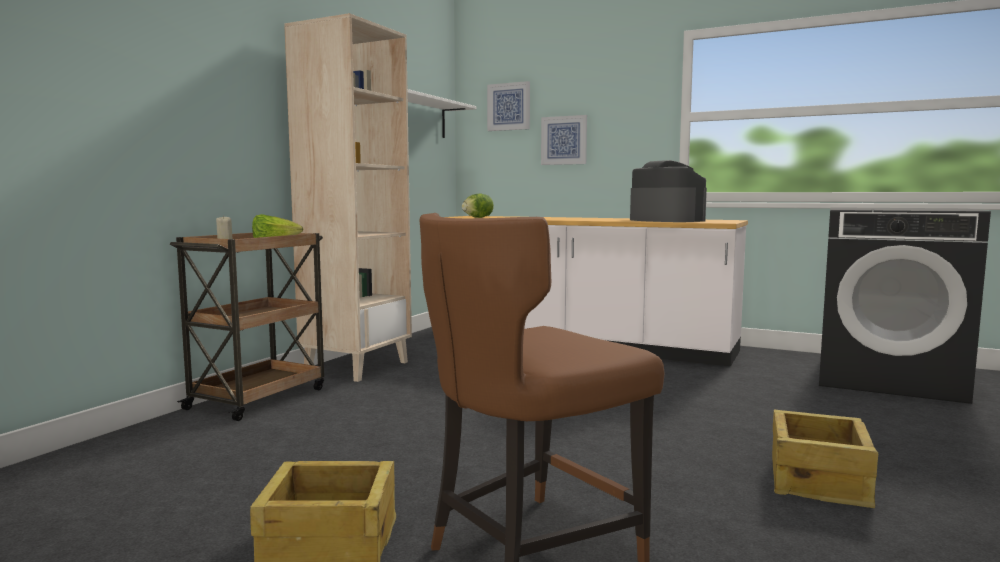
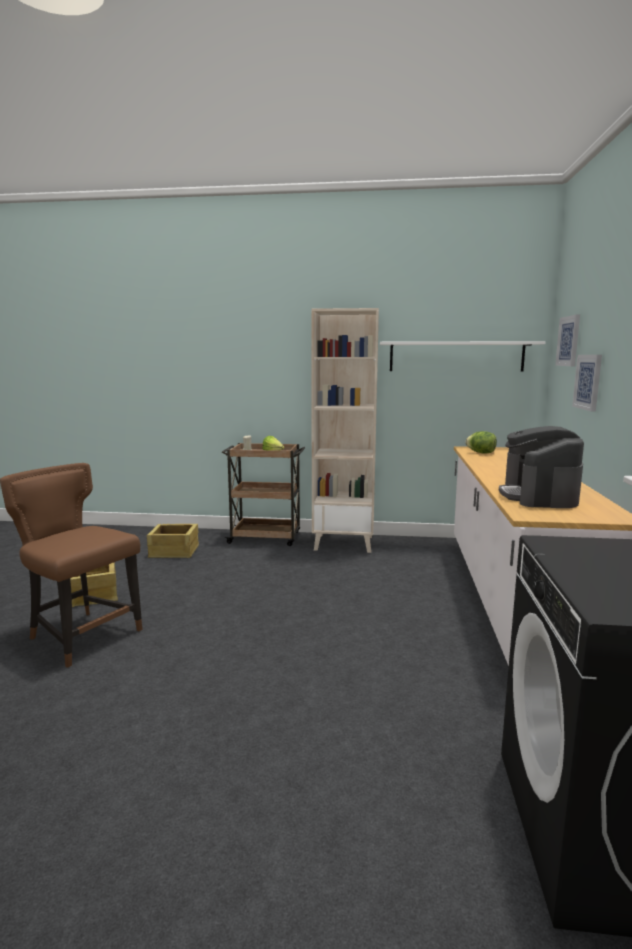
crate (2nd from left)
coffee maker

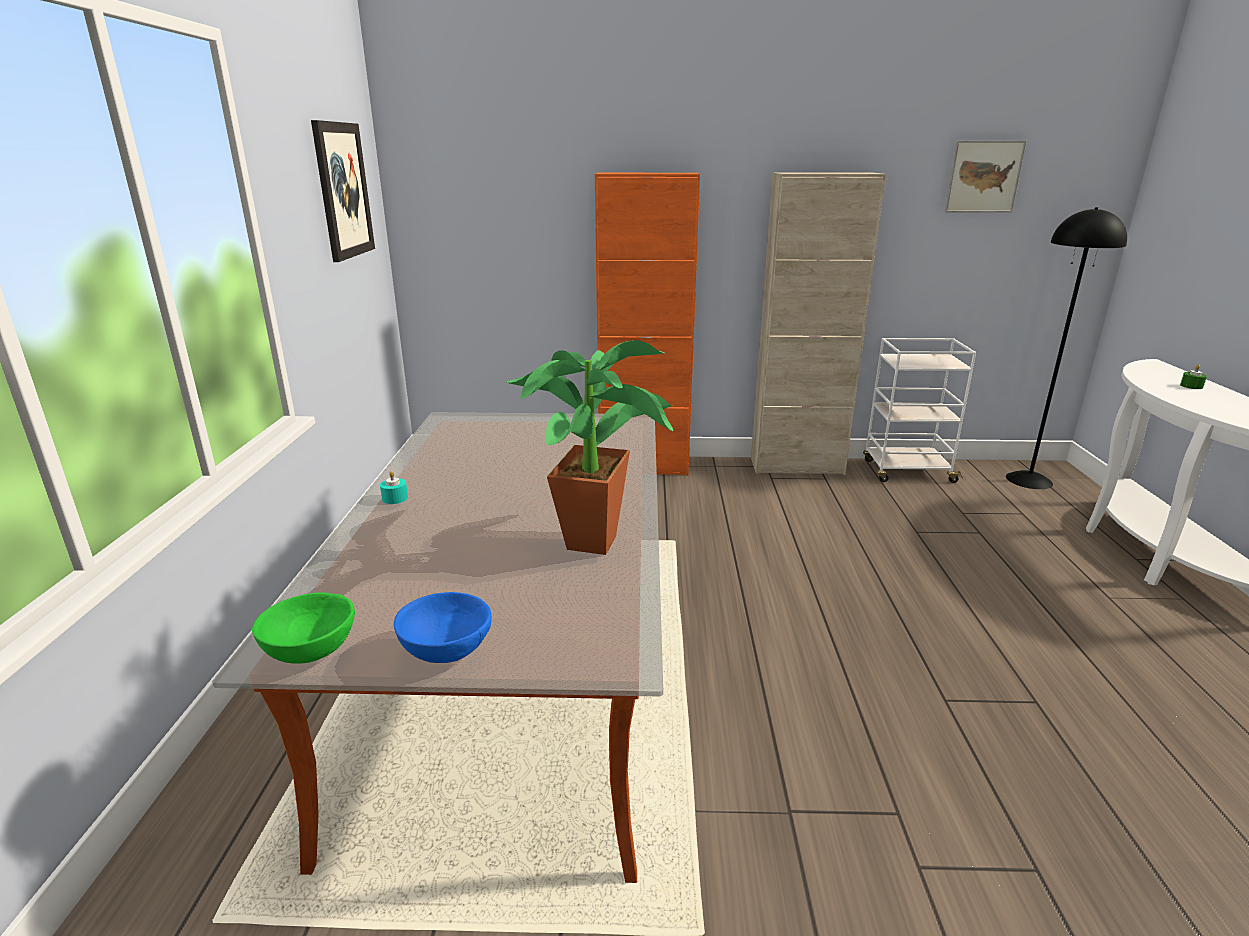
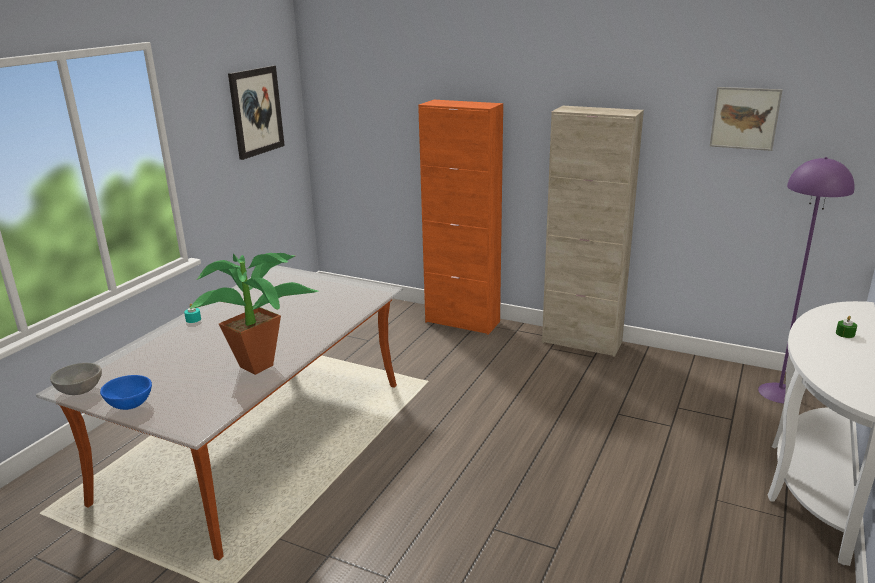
bowl/grey
standing lamp/purple-coloured
trolley/white

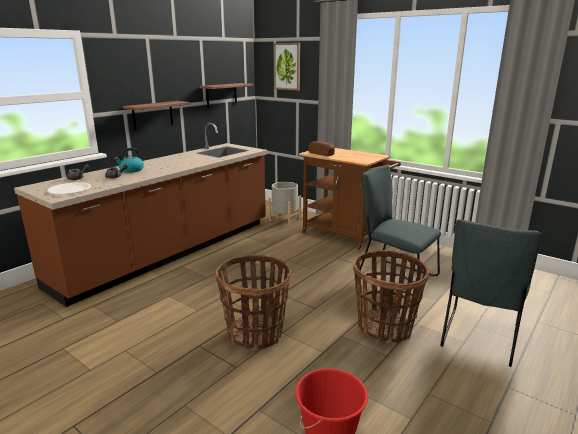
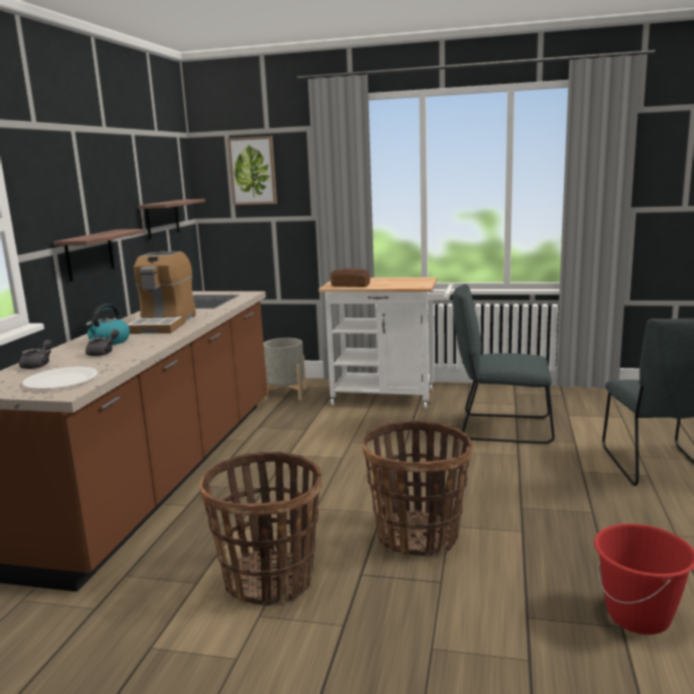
coffee maker
basket (1st from left)
trolley/white

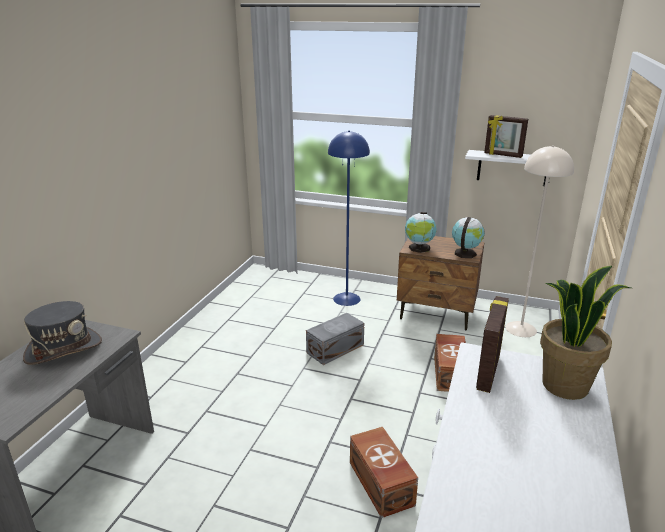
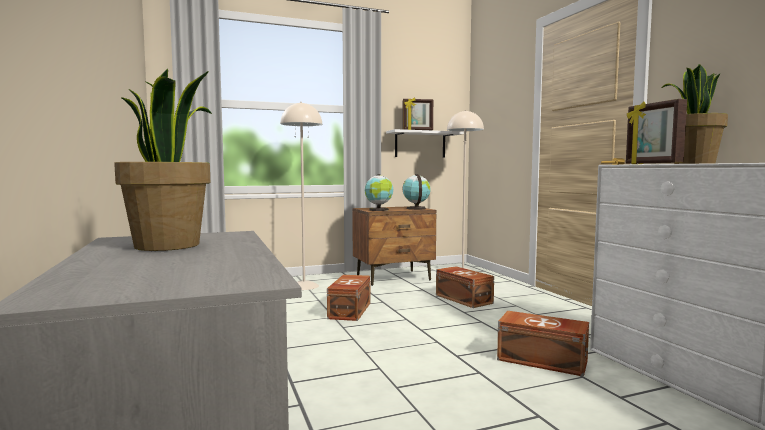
houseplant (1st from left)
standing lamp/beige-coloured (1st from left)
storage box/brown (1st from left)

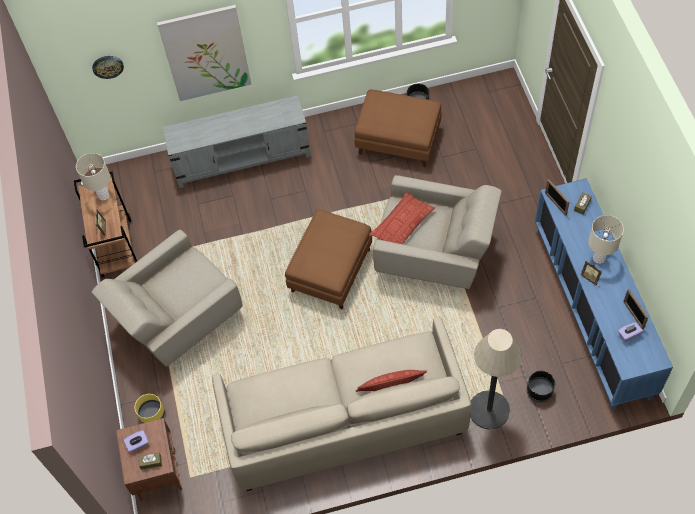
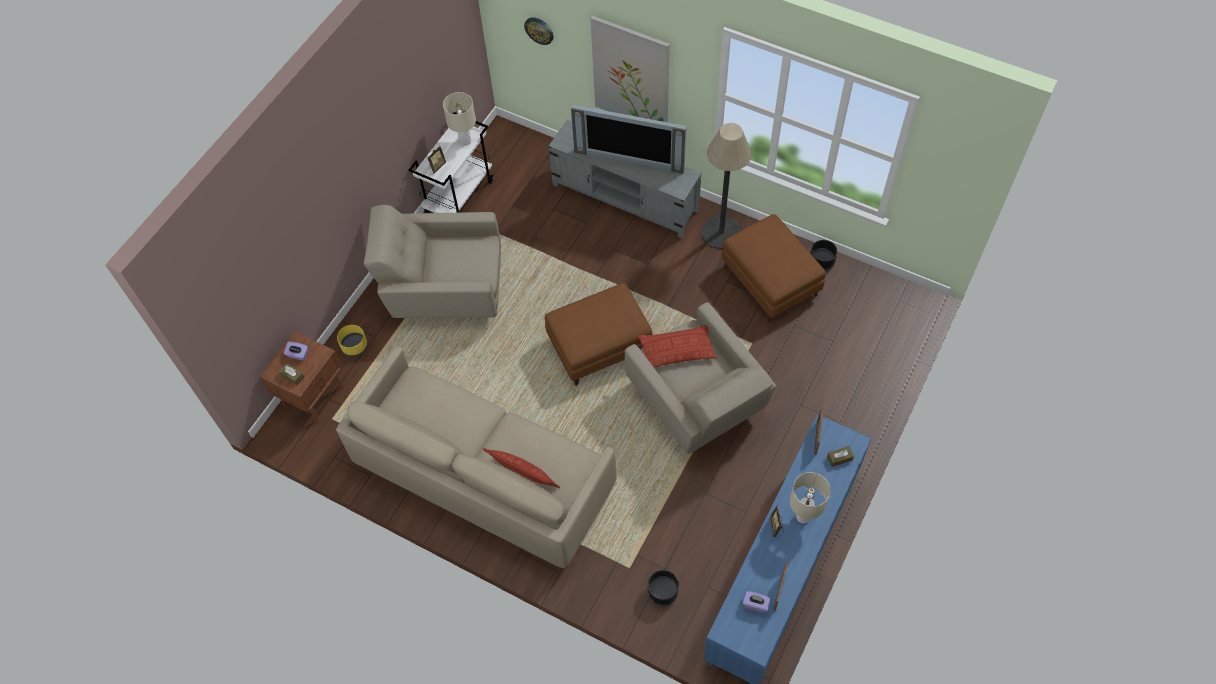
trolley/white
TV set
standing lamp

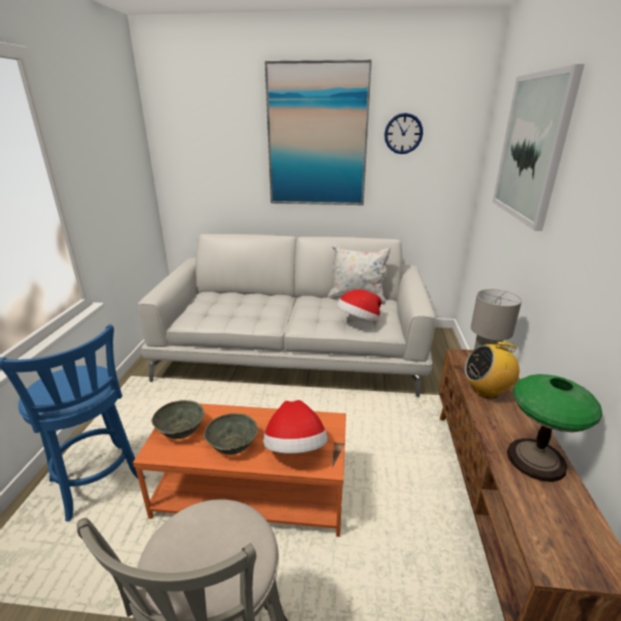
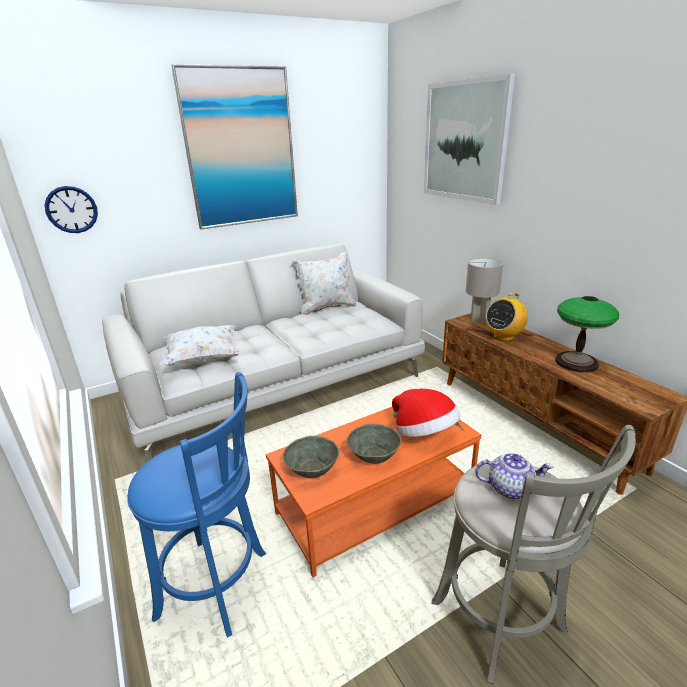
clock on the wall
throw pillow/white (1st from left)
teapot
hat (2nd from left in the first image)

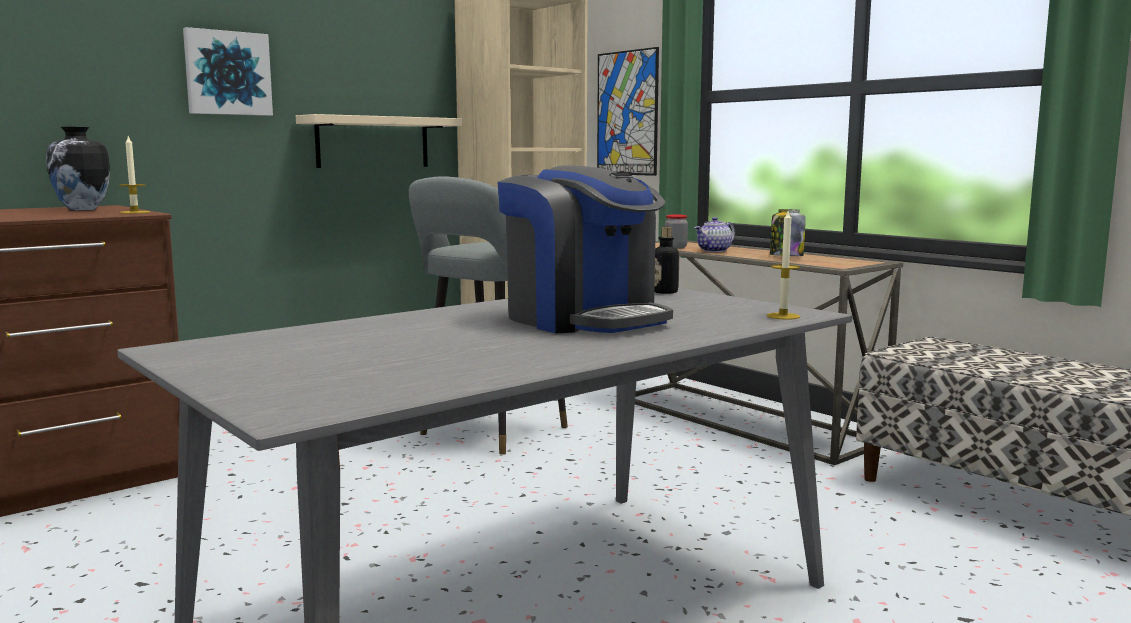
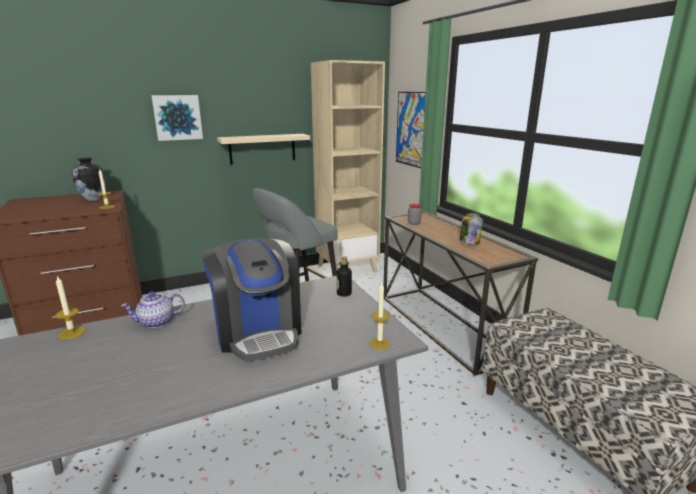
wax light (1st from left)
teapot

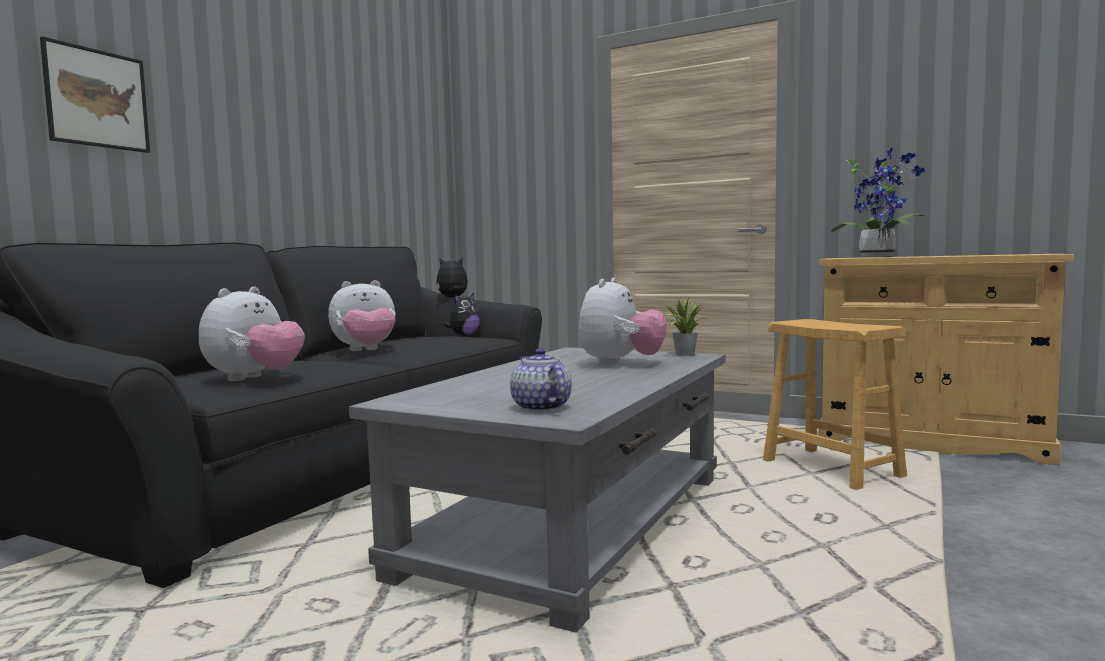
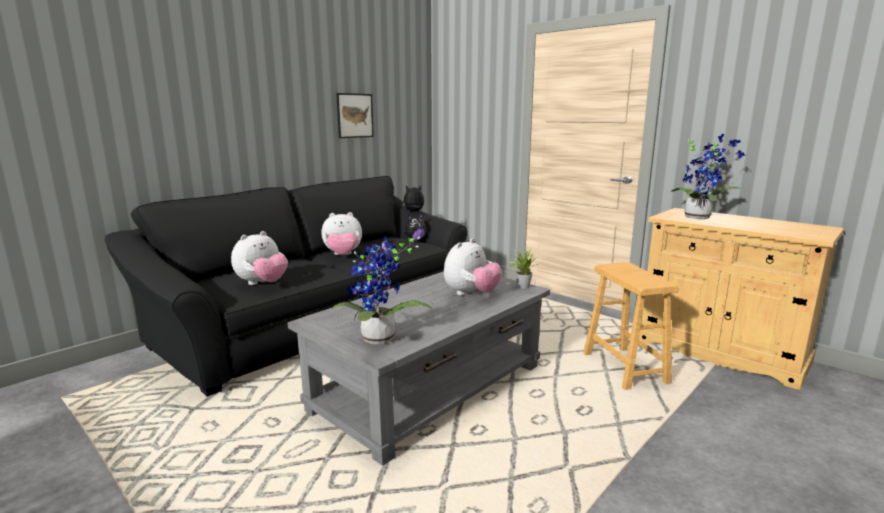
houseplant (1st from left)
picture

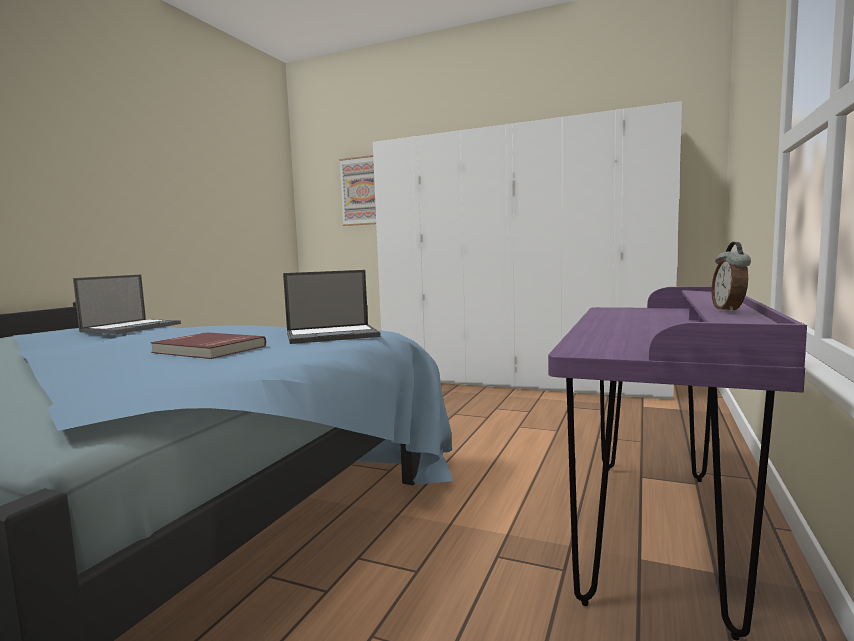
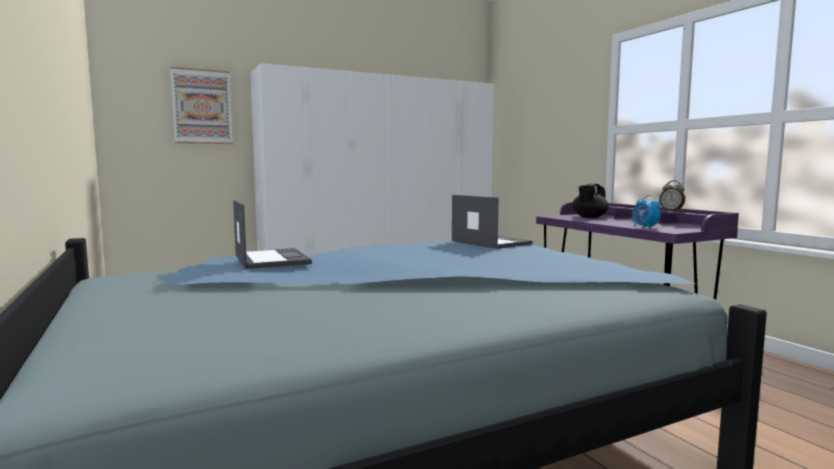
portable computer (2nd from left)
teapot/blackish
bedside clock (1st from left)
book/red-coloured

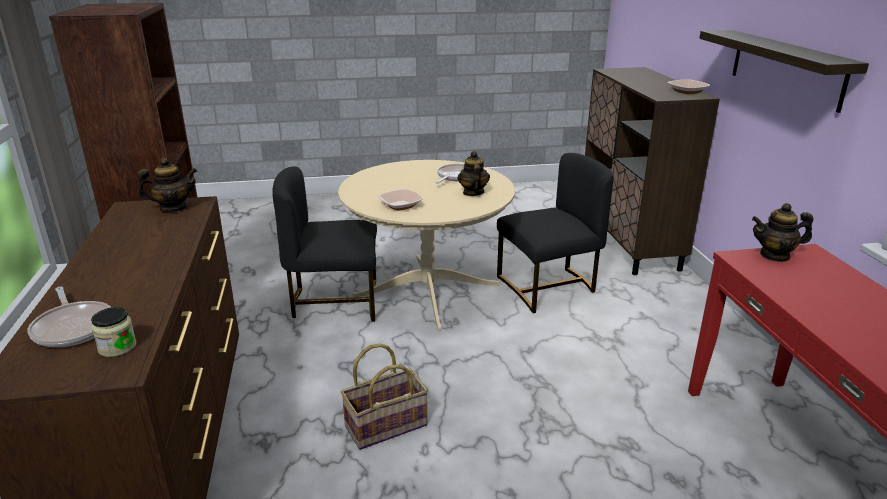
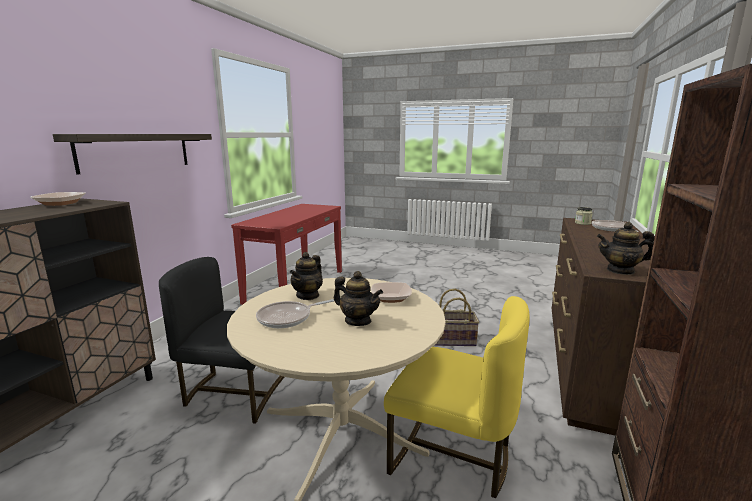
teapot (2nd from left)
upright chair/yellowish

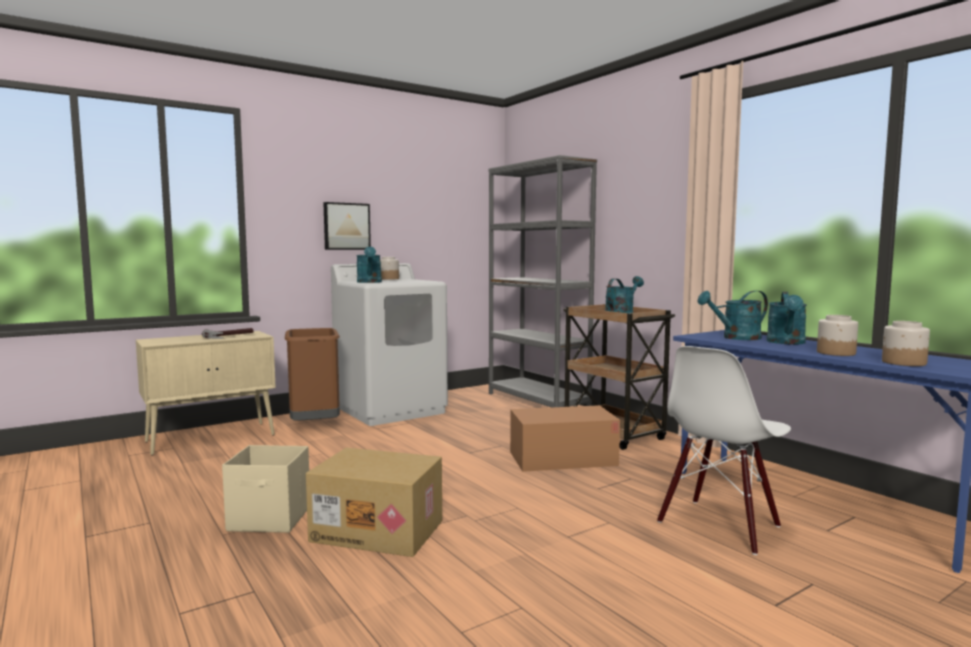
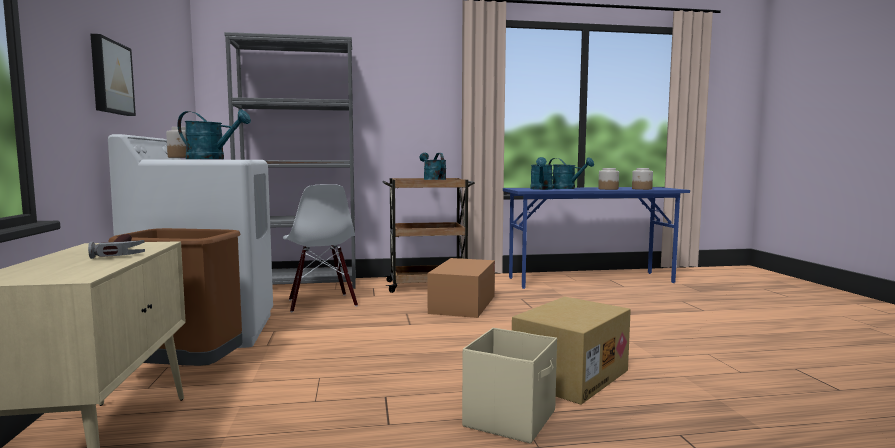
upright chair/white

